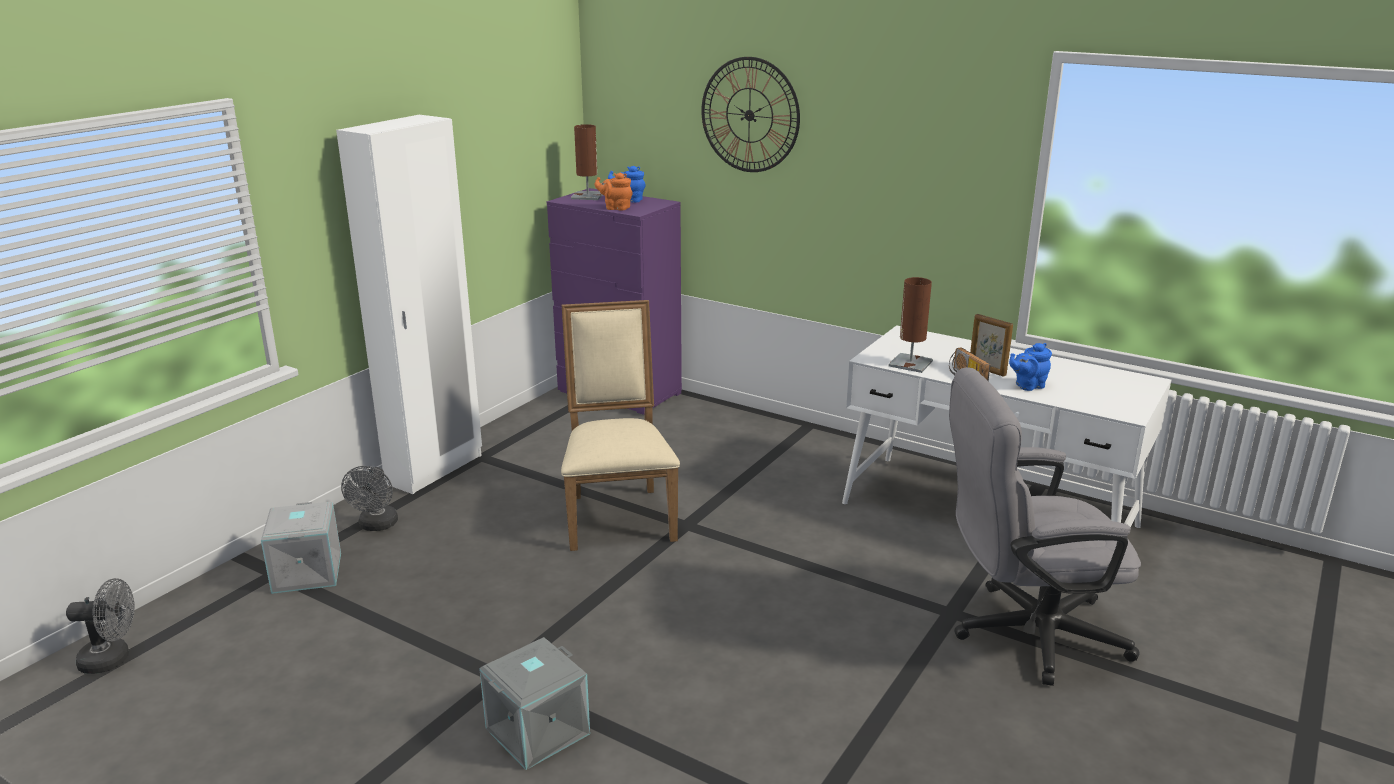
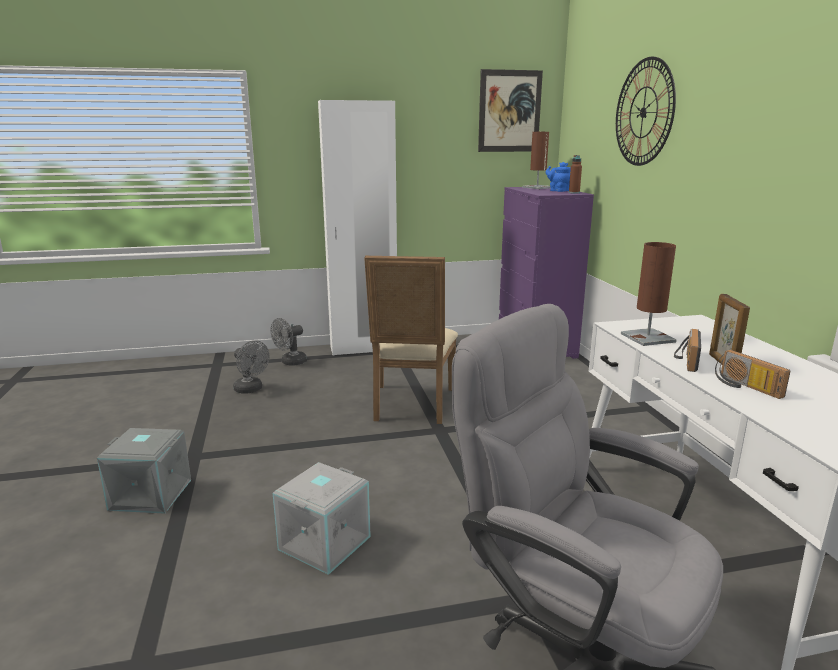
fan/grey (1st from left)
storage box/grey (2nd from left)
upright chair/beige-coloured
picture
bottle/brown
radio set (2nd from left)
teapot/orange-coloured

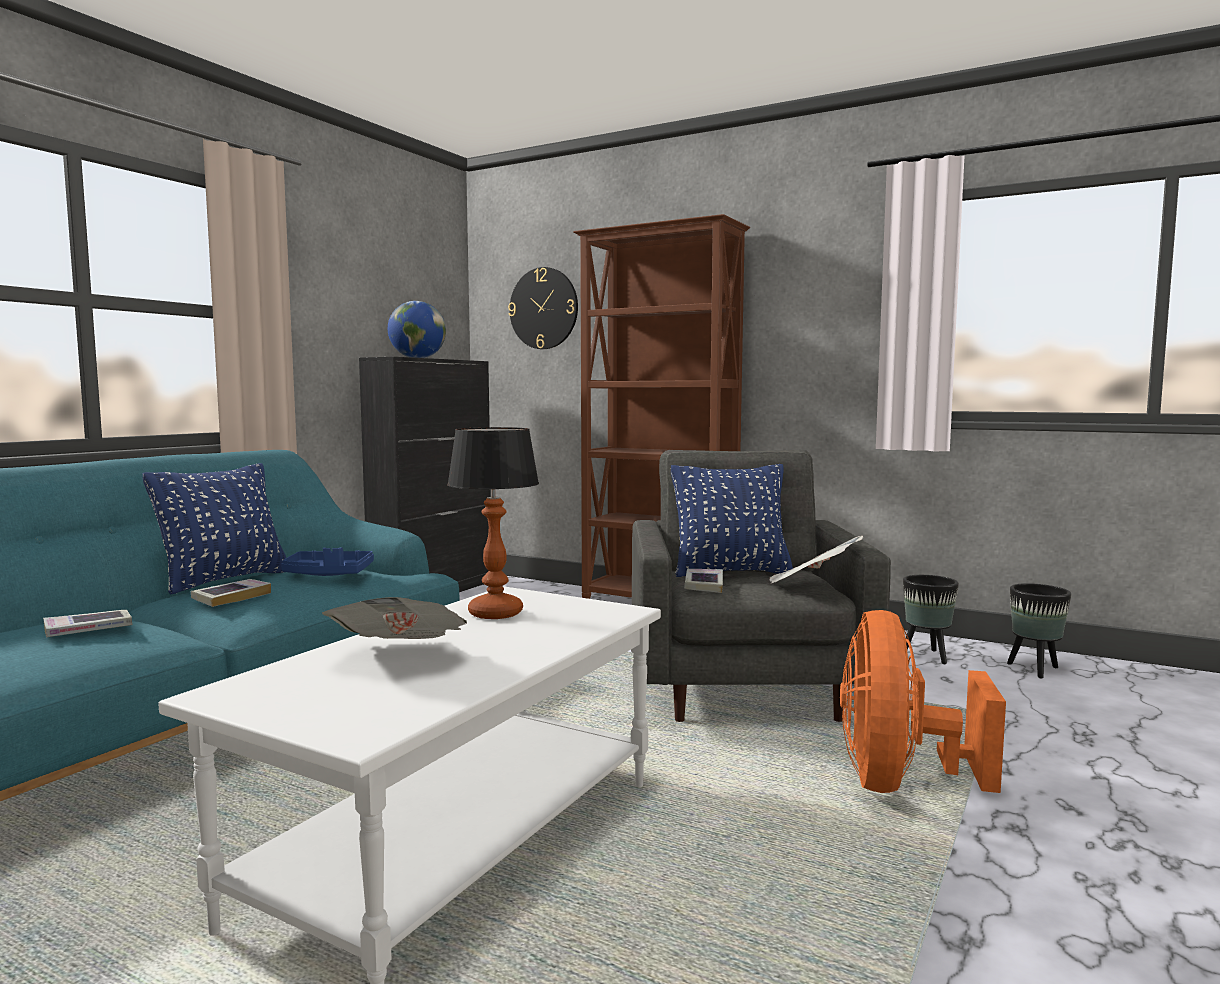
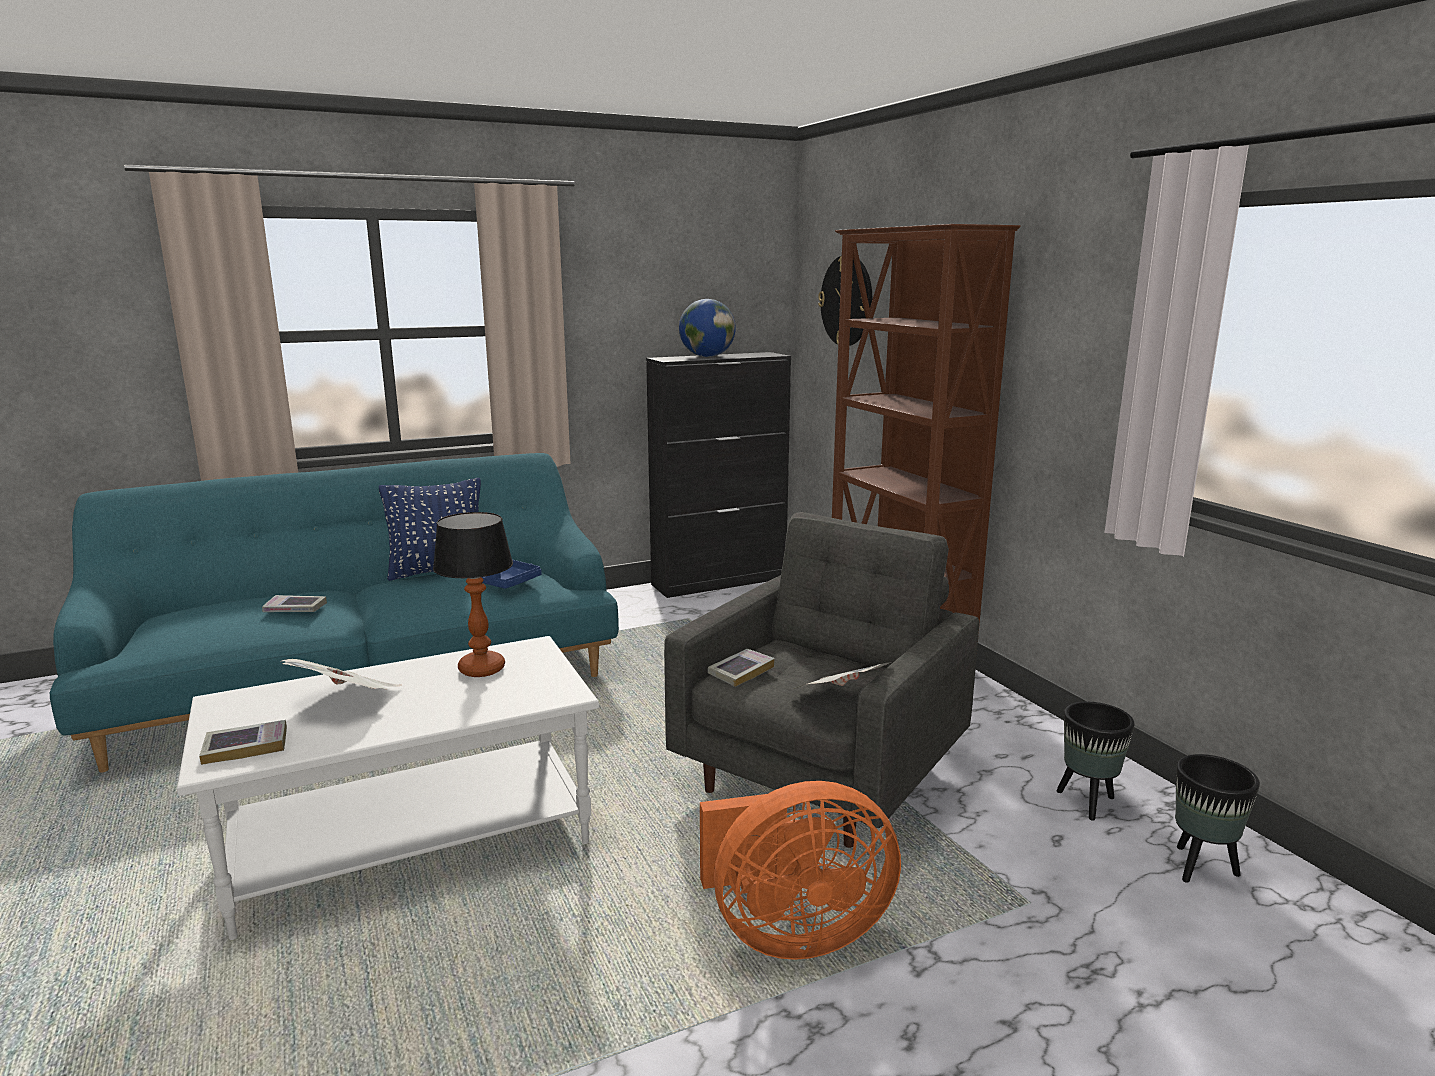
book (1st from left)
fan/orange-coloured
throw pillow/bluish (2nd from left in the first image)

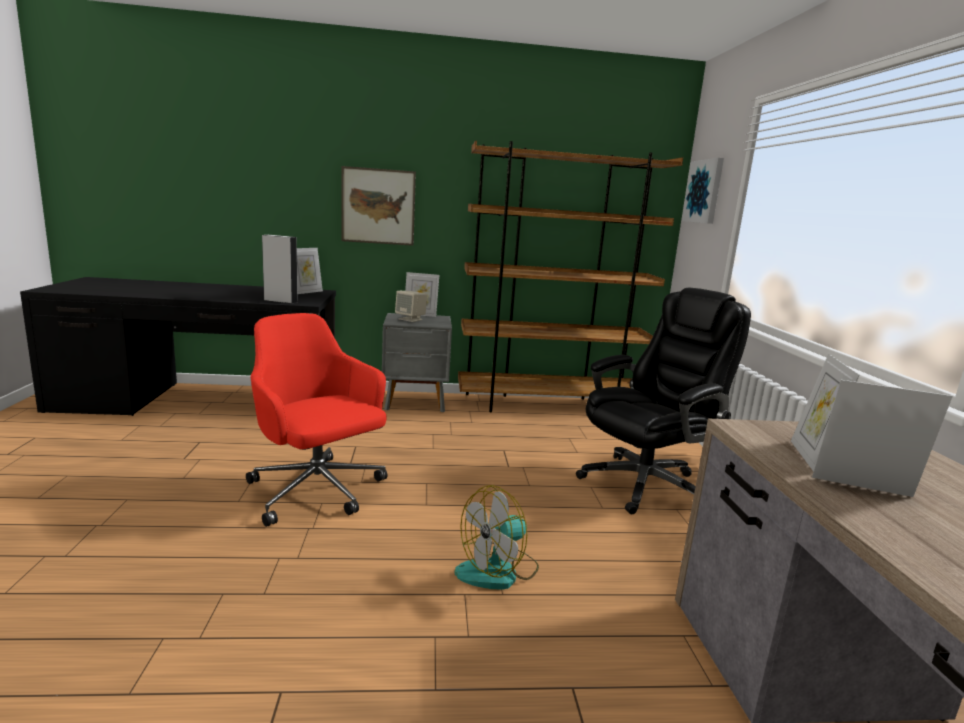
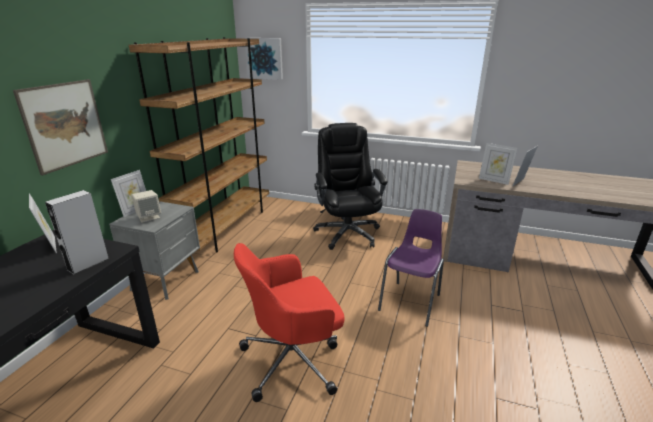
upright chair/purple-coloured

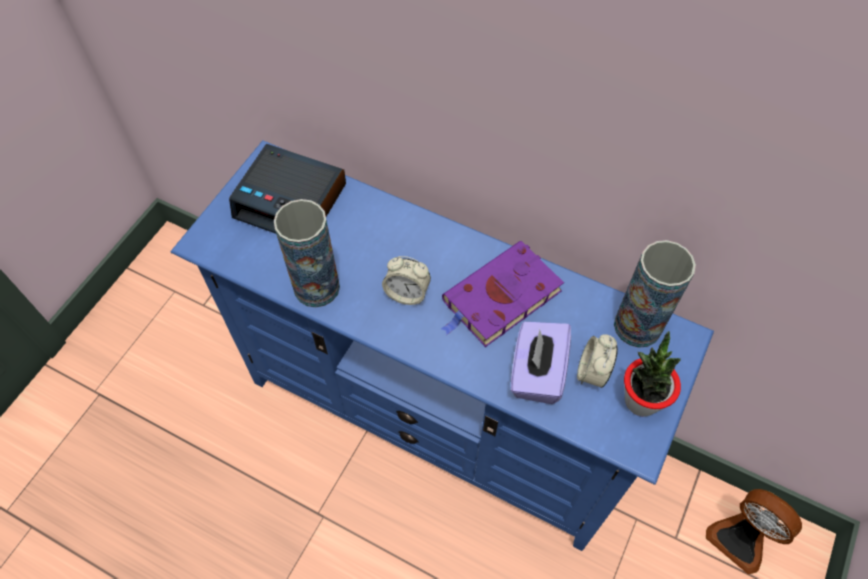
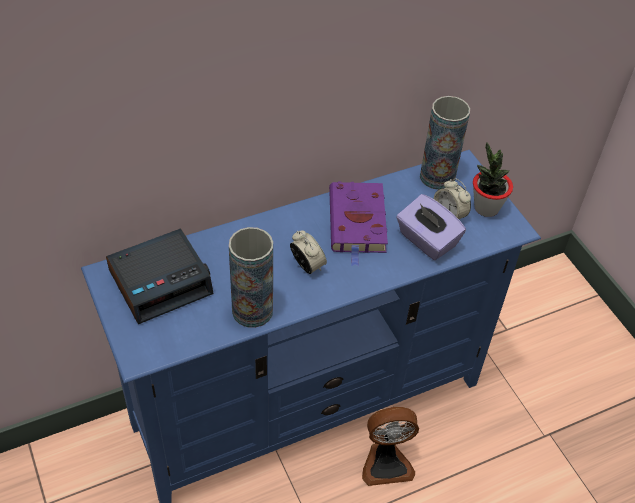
bedside clock (2nd from left)
fan

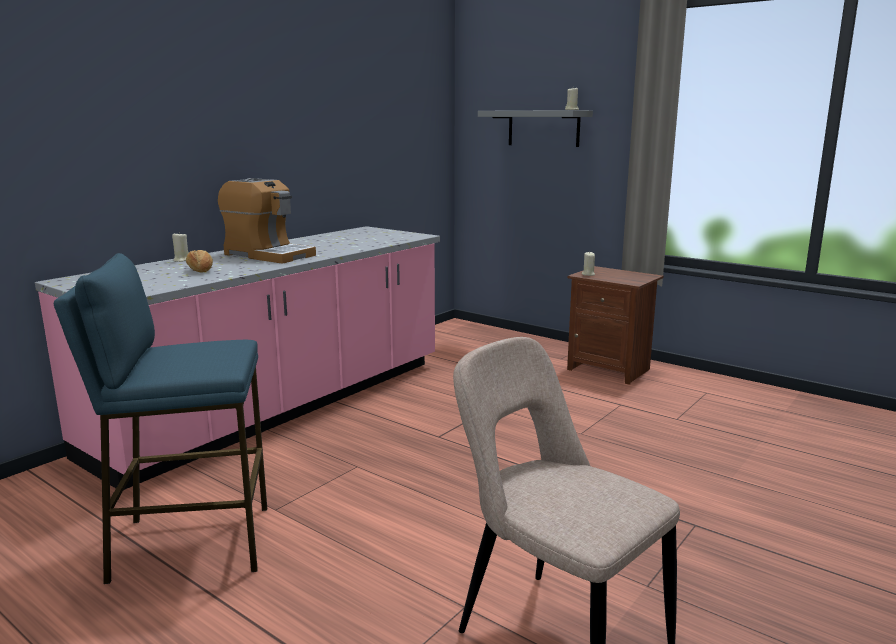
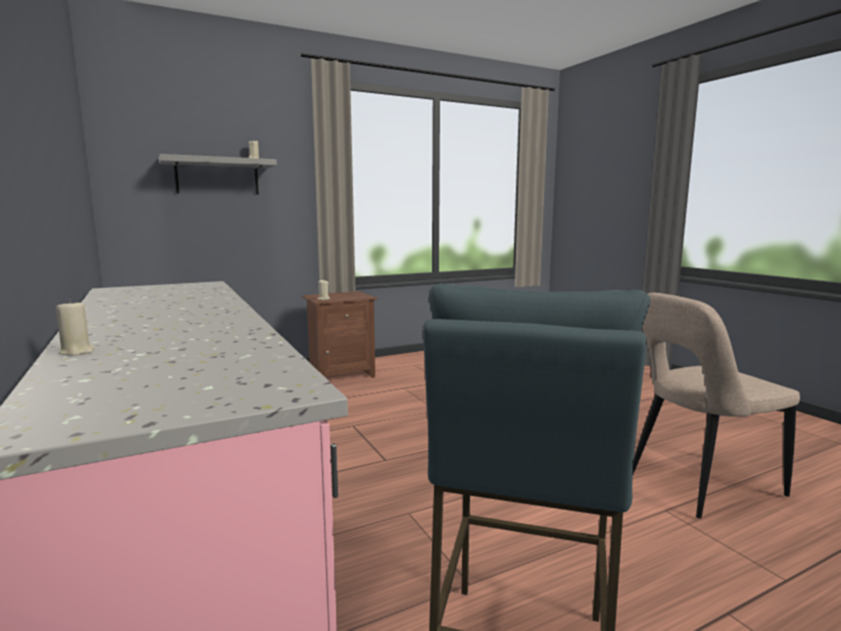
baked bread
coffee maker

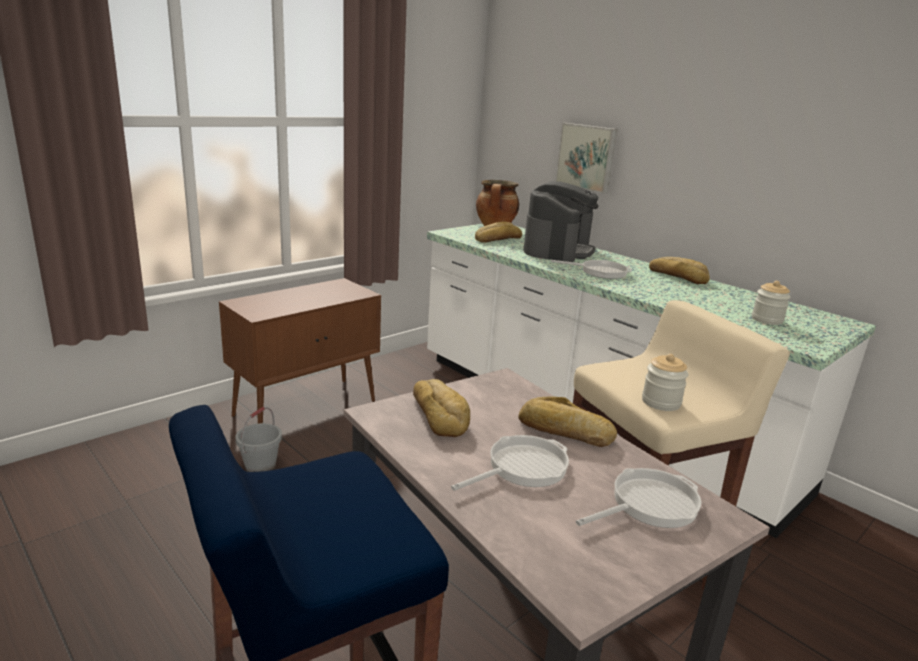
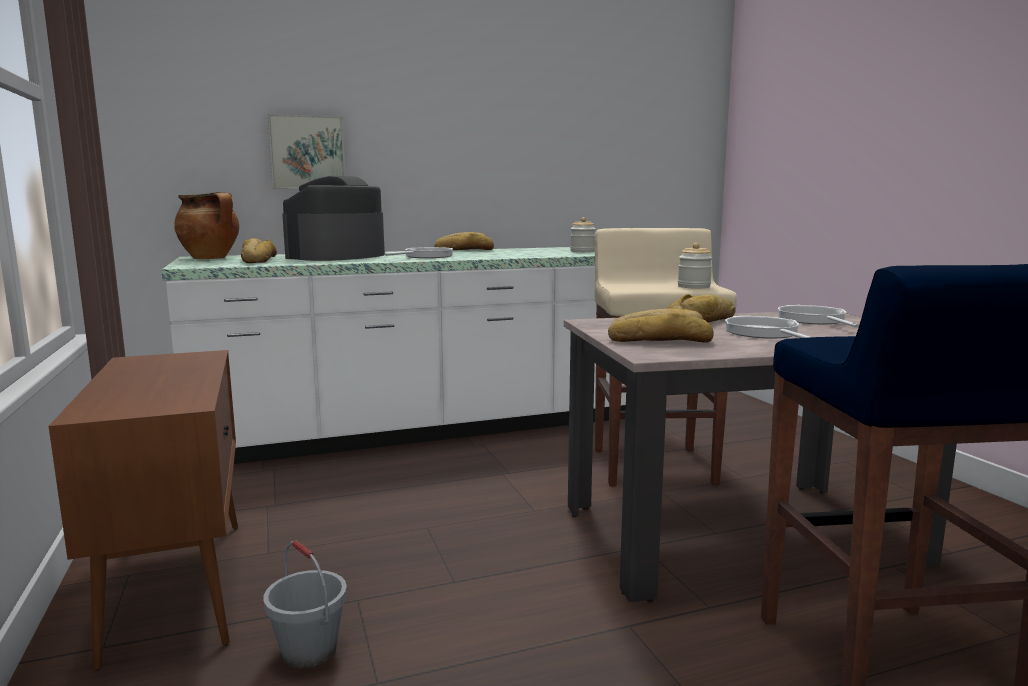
coffee maker

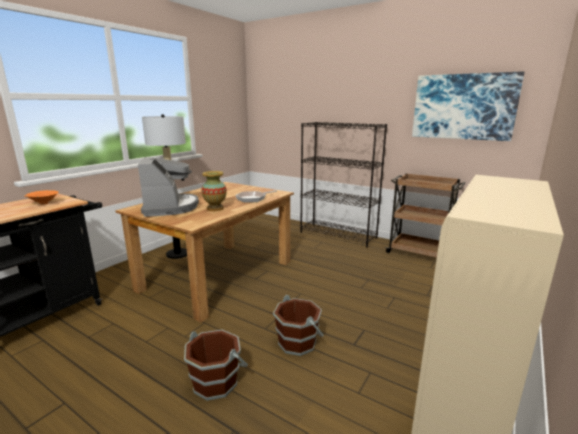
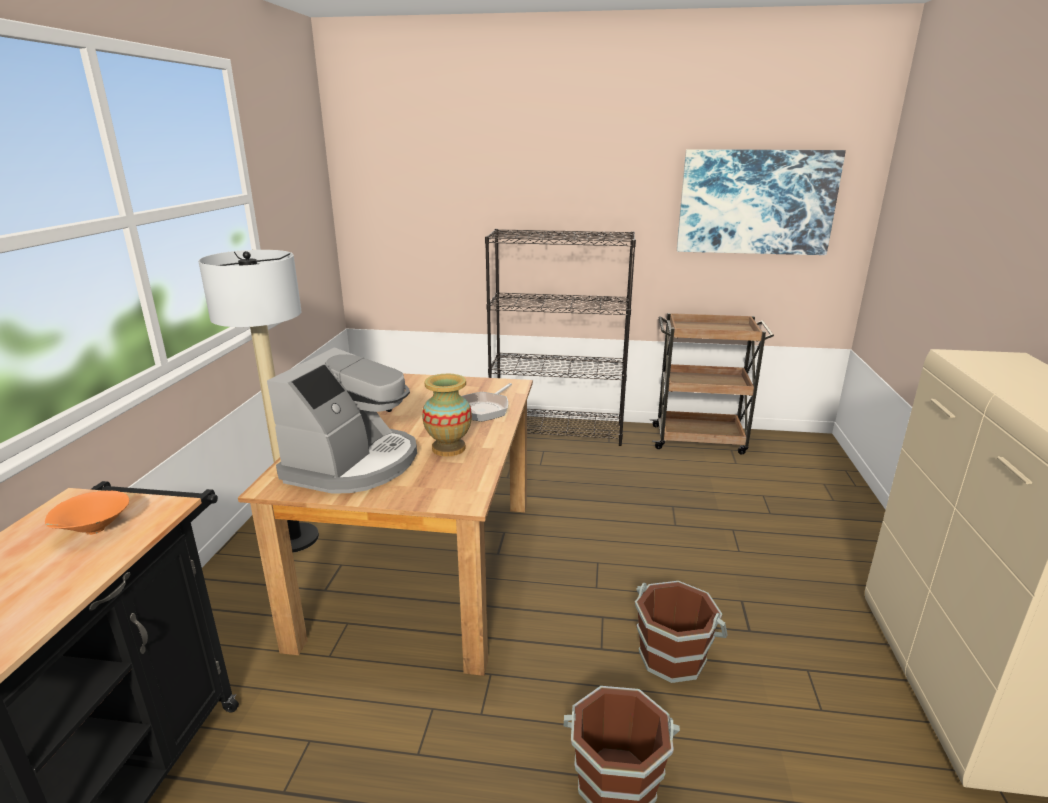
coffee maker

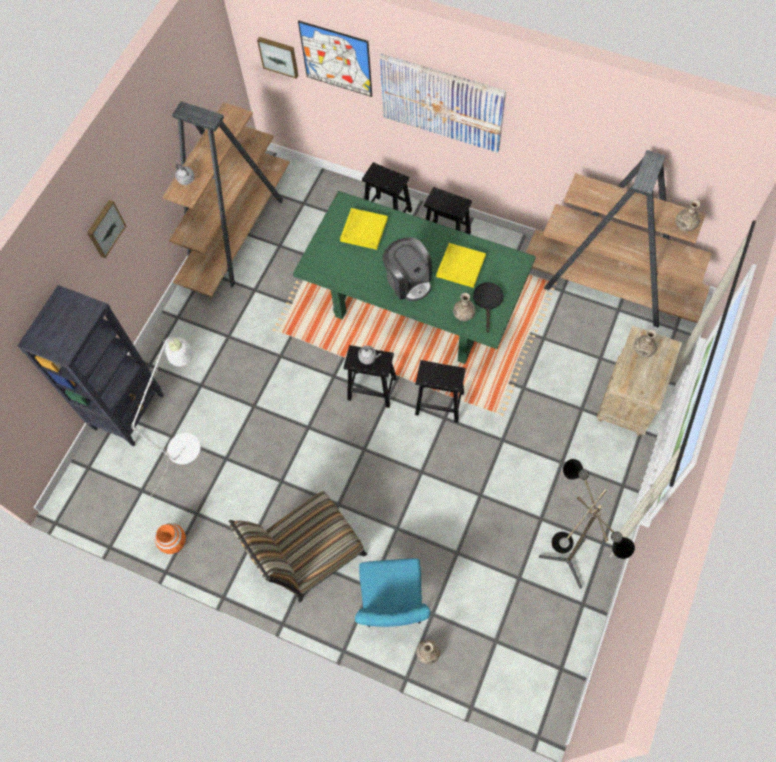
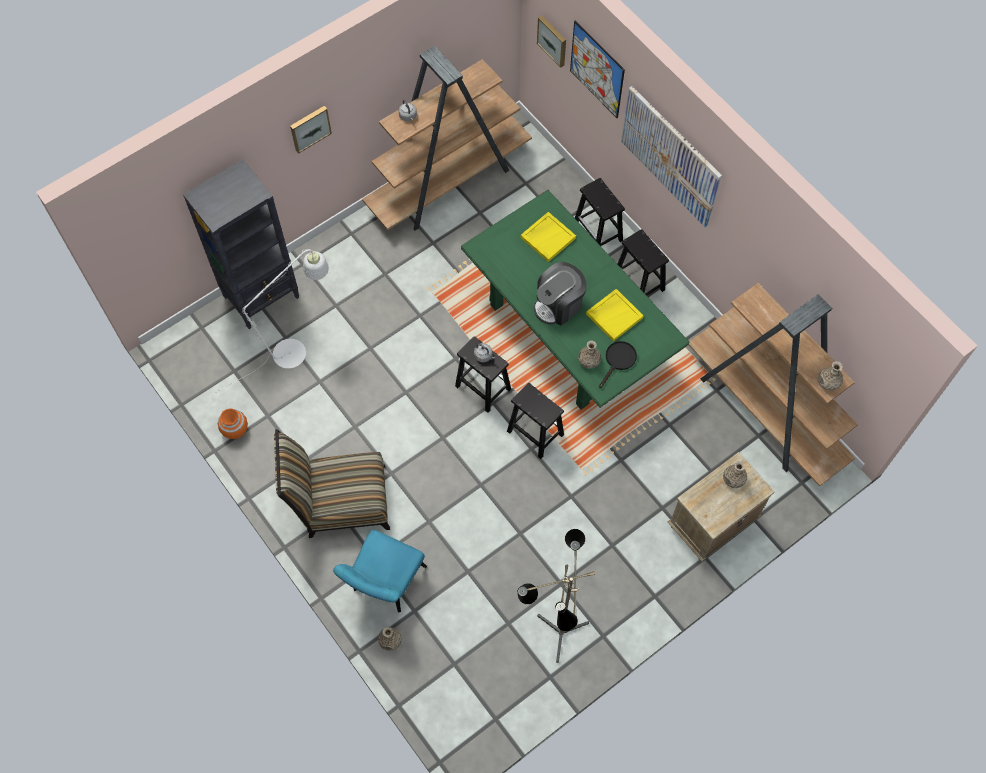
coffee maker

